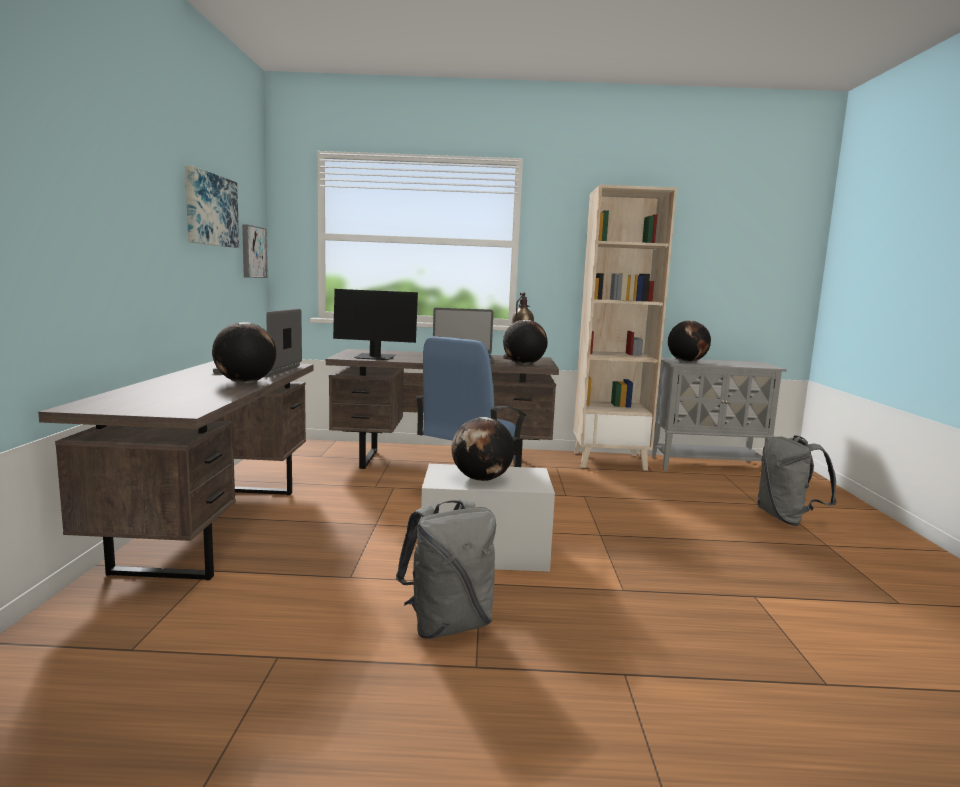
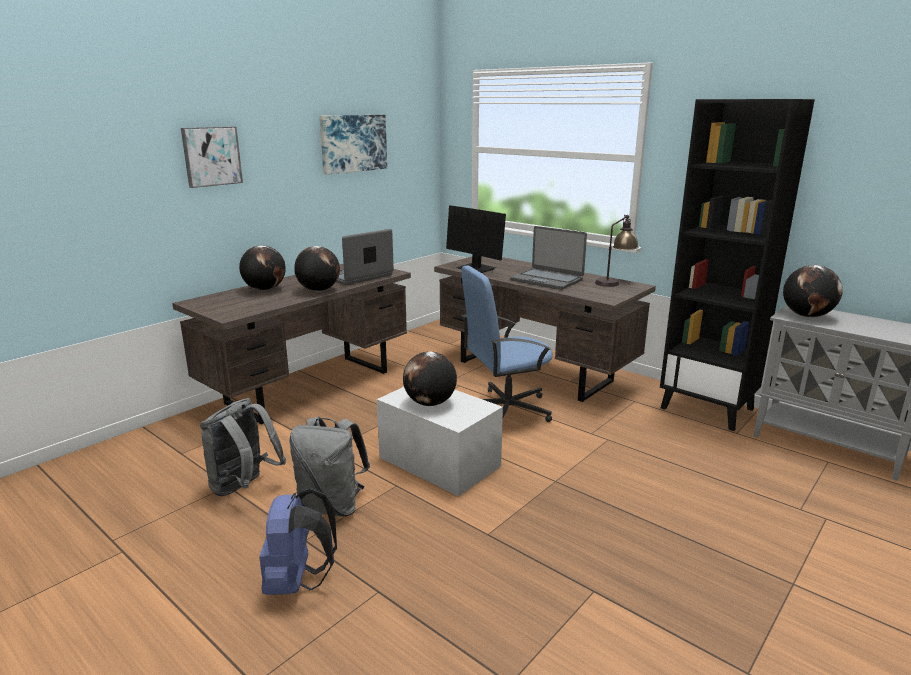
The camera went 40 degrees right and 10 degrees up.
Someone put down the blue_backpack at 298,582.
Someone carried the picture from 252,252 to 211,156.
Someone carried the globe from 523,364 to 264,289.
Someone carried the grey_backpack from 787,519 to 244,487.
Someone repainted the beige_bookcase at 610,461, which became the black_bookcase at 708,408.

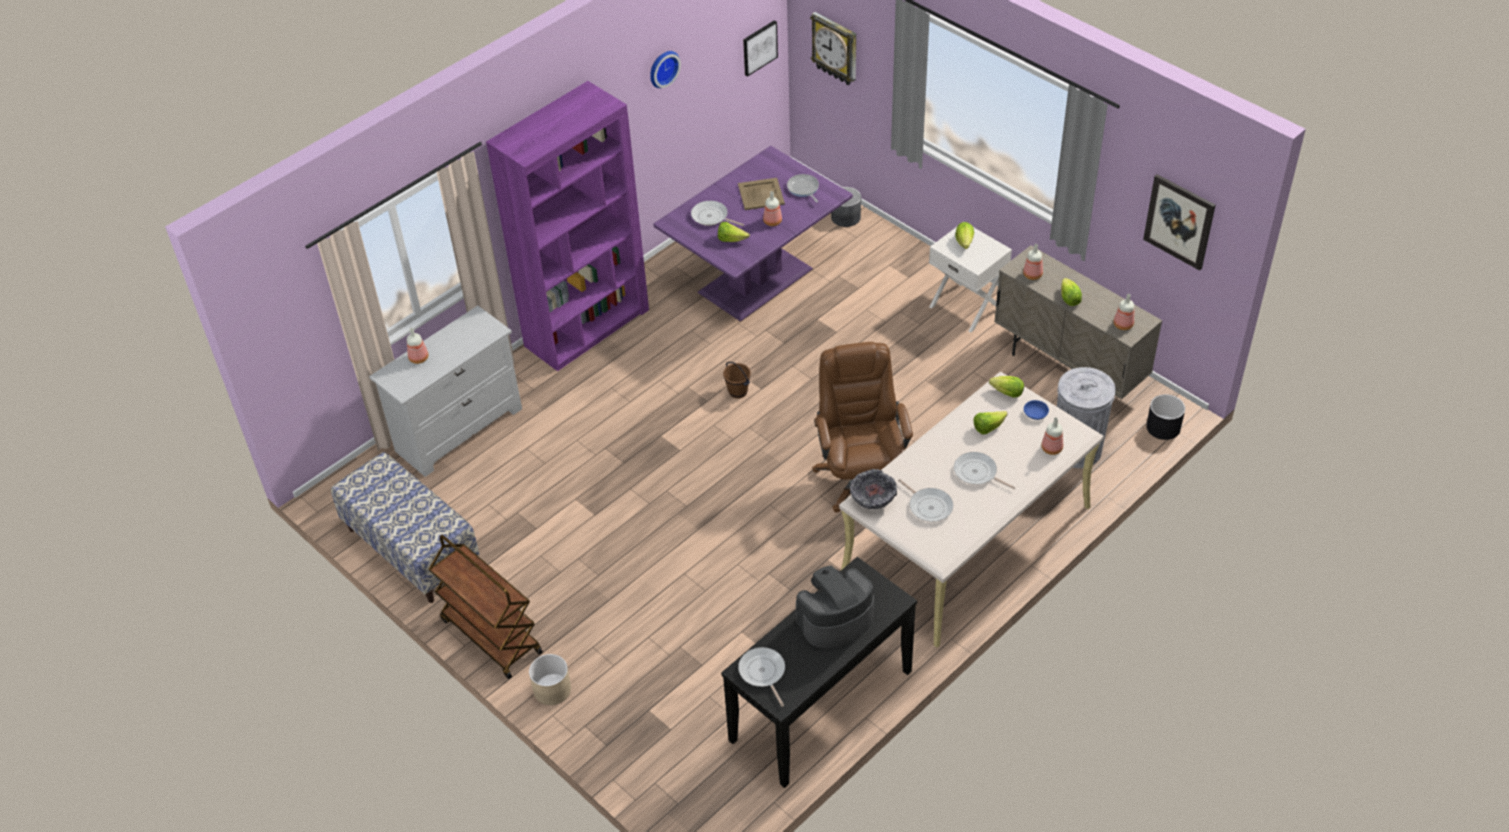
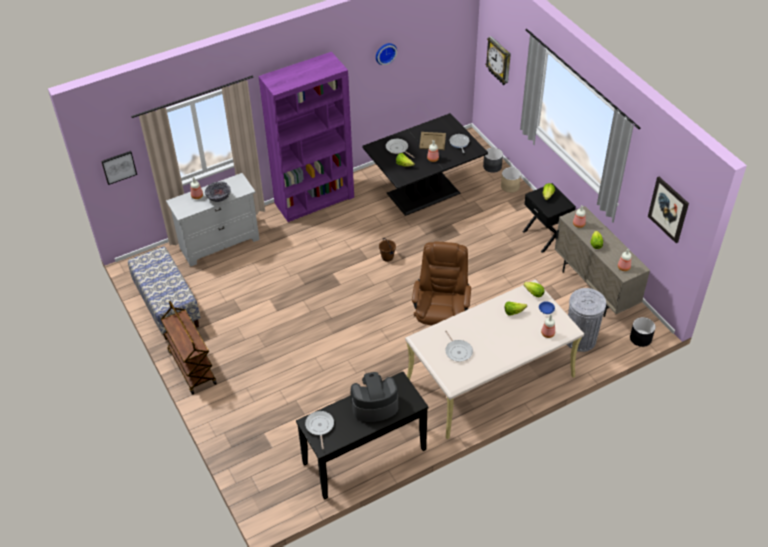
The camera went 15 degrees right and 0 degrees up.
Someone took away the frying_pan at 977,473.
Someone carried the beige_planter from 552,689 to 510,186.
Someone carried the picture from 759,47 to 119,167.
Someone carried the bowl from 872,500 to 218,198.
Someone repainted the purple_dining_table at 756,281, which became the black_dining_table at 424,194.
Someone repainted the white_nightstand at 966,306, which became the black_nightstand at 545,236.

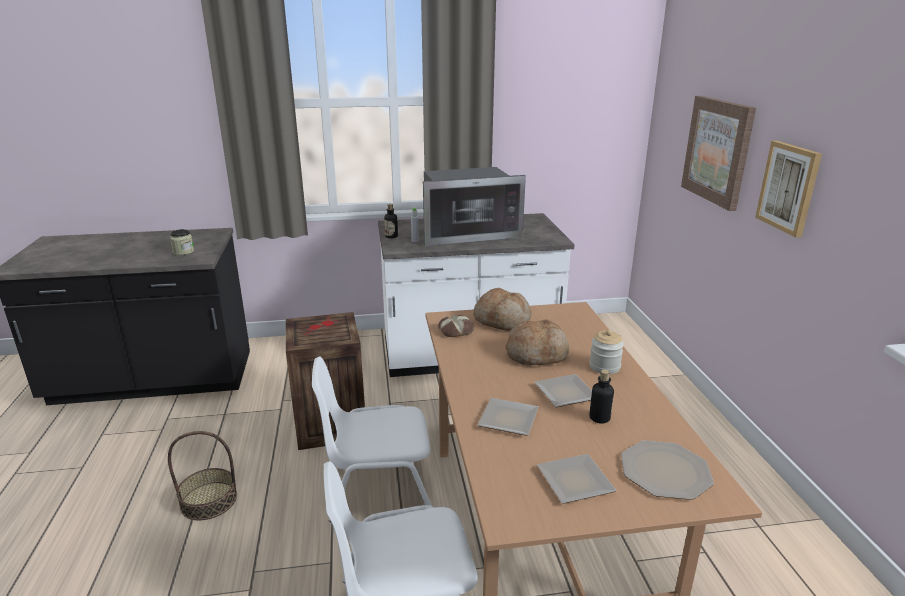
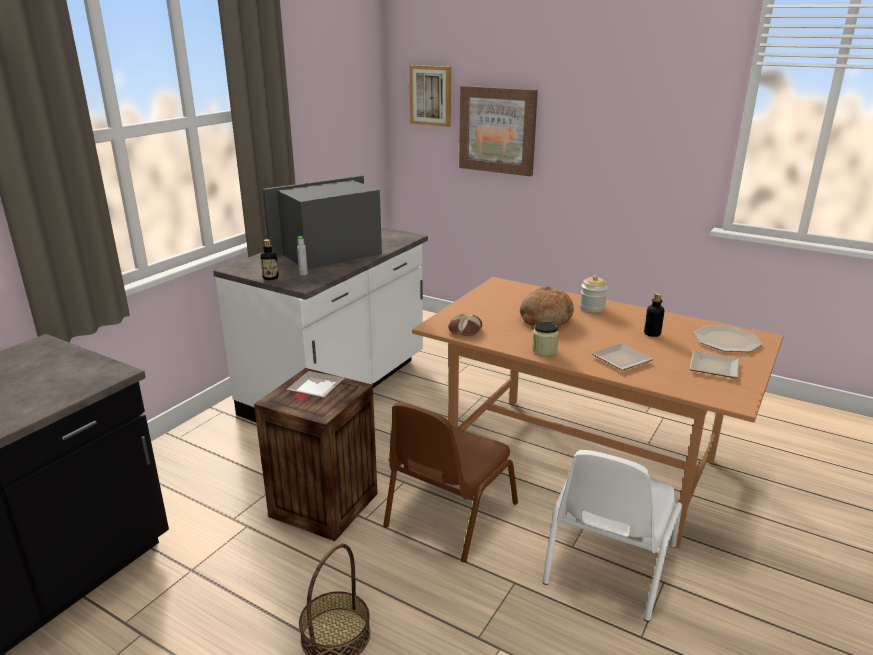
The camera went 50 degrees left and 0 degrees up.
Someone took away the bread at 502,320.
Someone carried the jar from 183,252 to 544,350.
Someone carried the plate from 568,394 to 318,386.
Someone carried the picture from 789,187 to 431,95.
Someone repainted the white_chair at 378,485, which became the brown_chair at 448,515.
Someone rotated the microwave at 467,233 by 150 degrees counterclockwise.

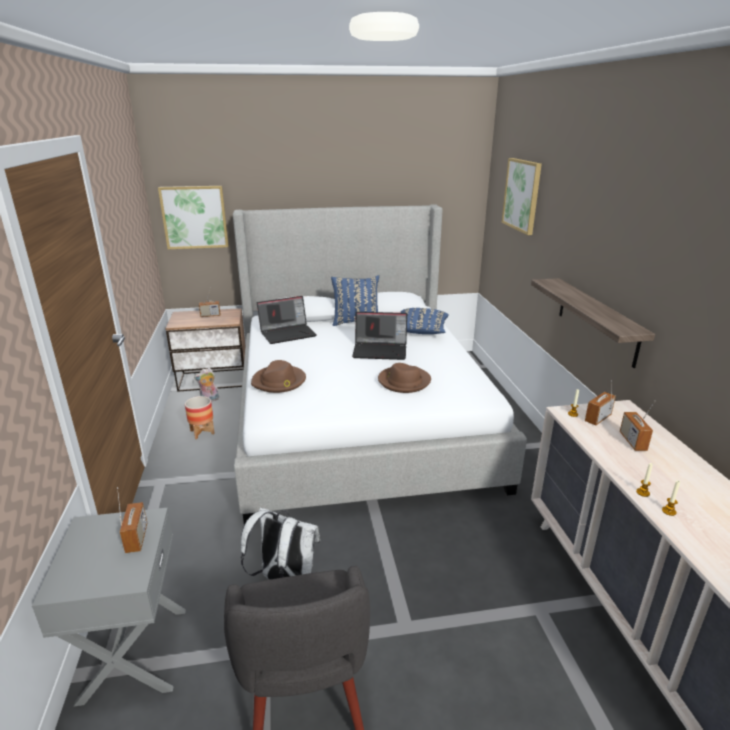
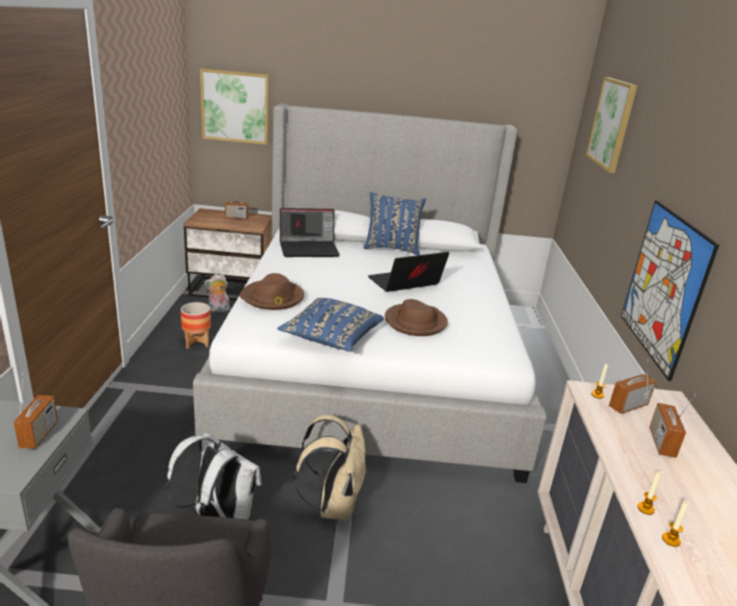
The camera went 10 degrees right and 0 degrees up.
Someone put down the beige_backpack at 333,504.
Someone carried the blue_pillow from 421,331 to 331,338.
Someone swapped the shelf at 597,320 for the picture at 664,286.
Someone rotated the laptop at 380,350 by 135 degrees clockwise.

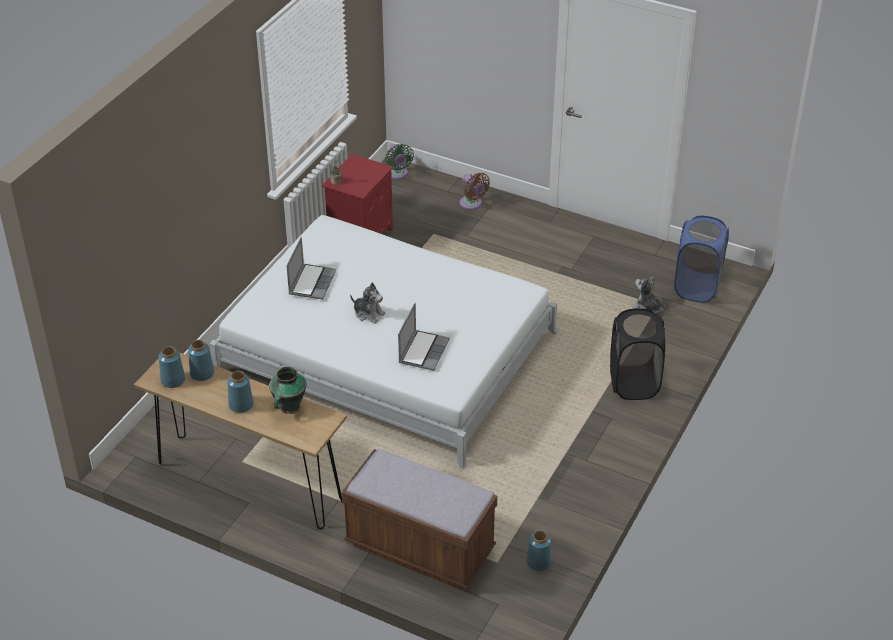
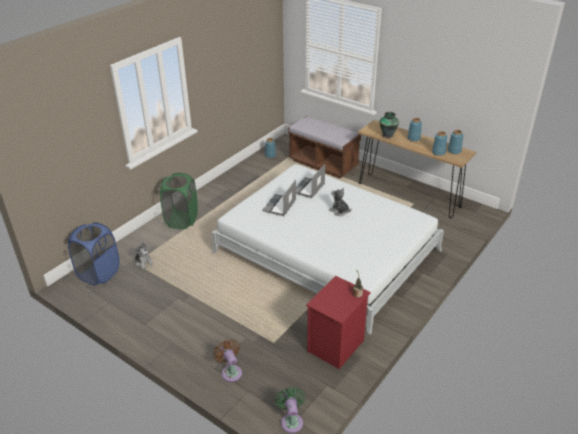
The camera went 170 degrees left and 5 degrees down.
Someone carried the laptop from 311,282 to 280,206.
Someone repainted the black_laundry_basket at 634,383, which became the green_laundry_basket at 182,220.

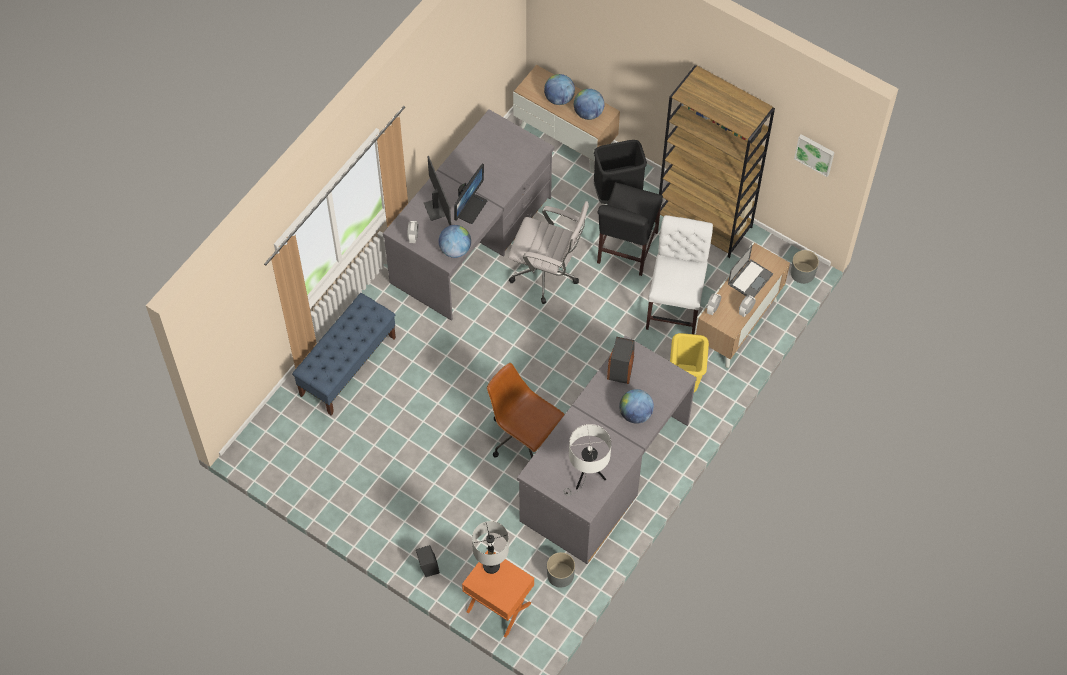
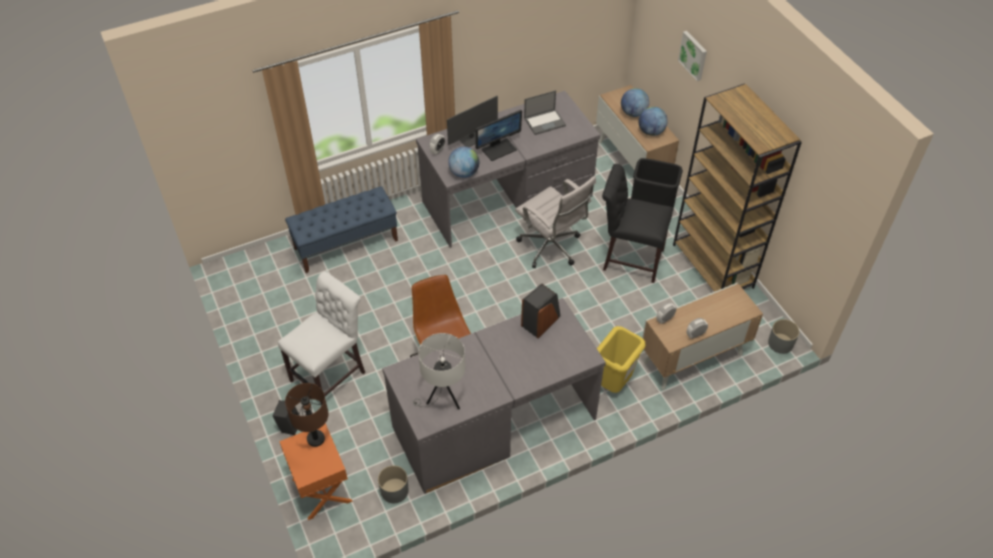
The camera went 30 degrees right and 10 degrees down.
Someone took away the globe at 635,414.
Someone carried the white_chair from 675,306 to 331,374.
Someone carried the laptop from 750,278 to 545,121.
Someone carried the picture from 815,154 to 693,55.
Someone repainted the grey_table_lamp at 491,566, which became the brown_table_lamp at 315,439.
Someone rotated the monitor at 436,208 by 45 degrees clockwise.
Someone rotated the black_chair at 625,250 by 60 degrees clockwise.

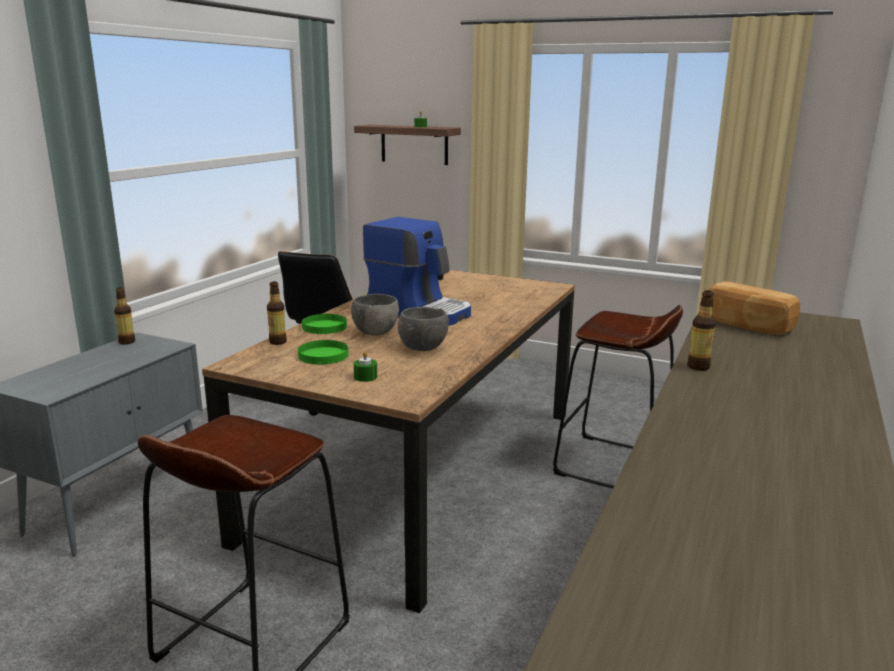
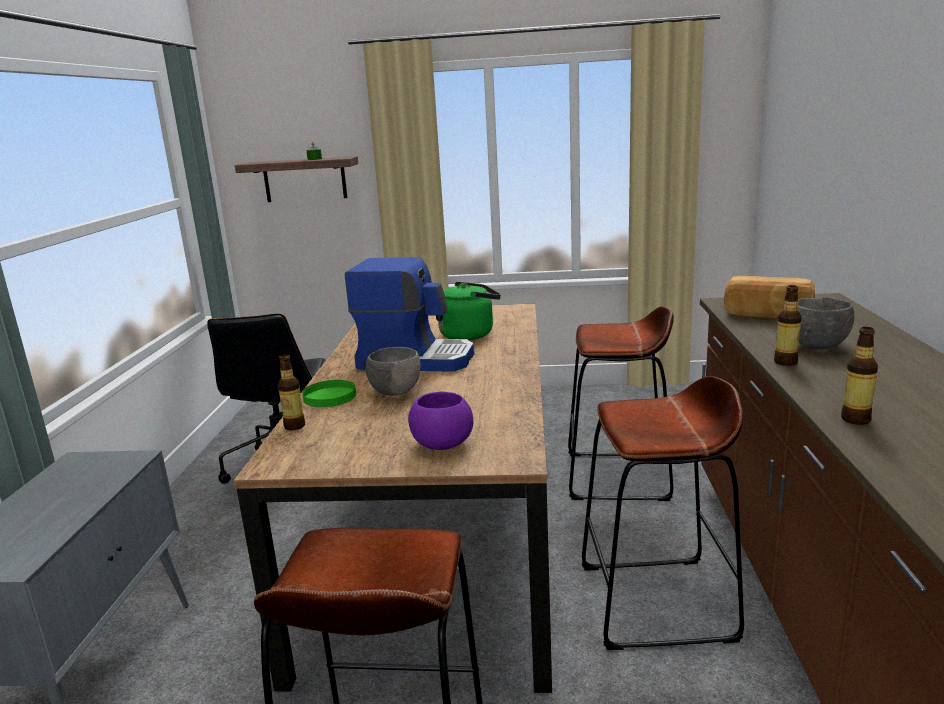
The camera went 20 degrees left and 0 degrees up.
Someone took away the green_plate at 324,355.
Someone put down the green_kettle at 470,334.
Someone put down the brown_stool at 656,602.
Someone carried the bottle from 127,342 to 855,419.
Someone carried the grey_bowl from 422,348 to 816,346.
Someone swapped the green_candle at 365,377 for the purple_bowl at 441,445.

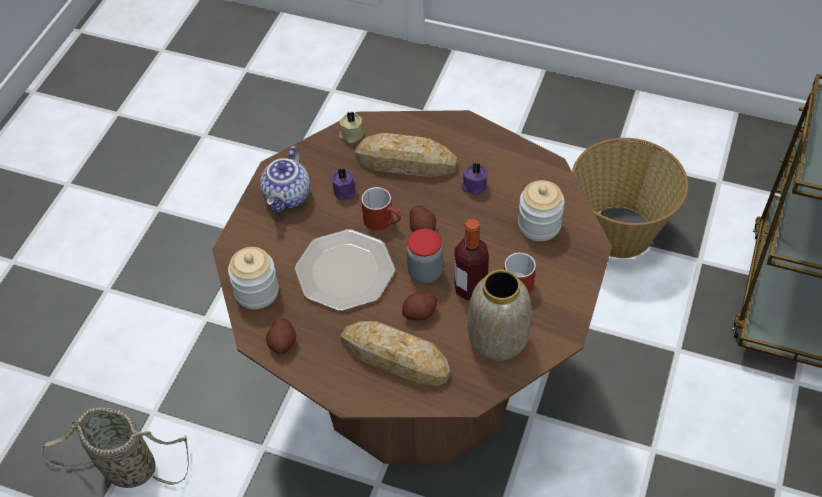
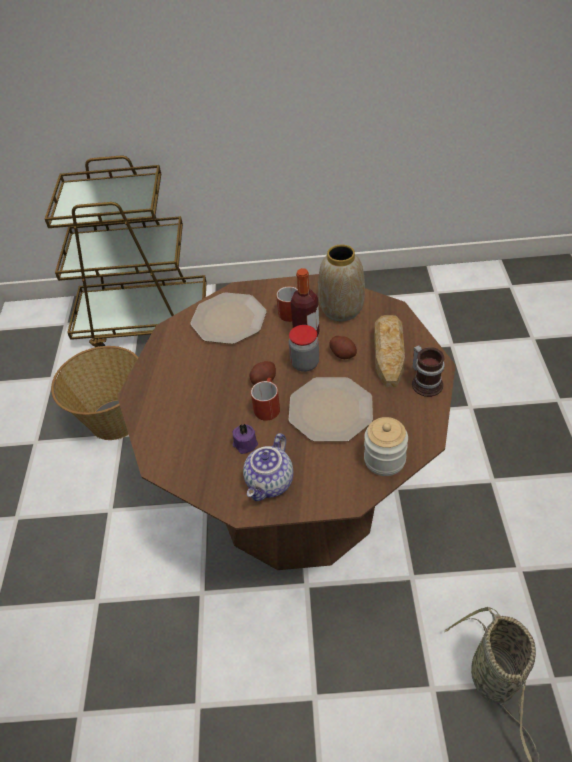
The camera went 110 degrees left and 5 degrees down.
Someone took away the potato at 282,343.
Someone took away the beige_candle at 351,134.
Someone took away the bread at 405,162.
Someone took away the purple_candle at 474,186.
Someone put down the mug at 426,382.
Someone swapped the jar at 539,225 for the plate at 229,319.
Someone rotated the teapot at 288,197 by 120 degrees clockwise.

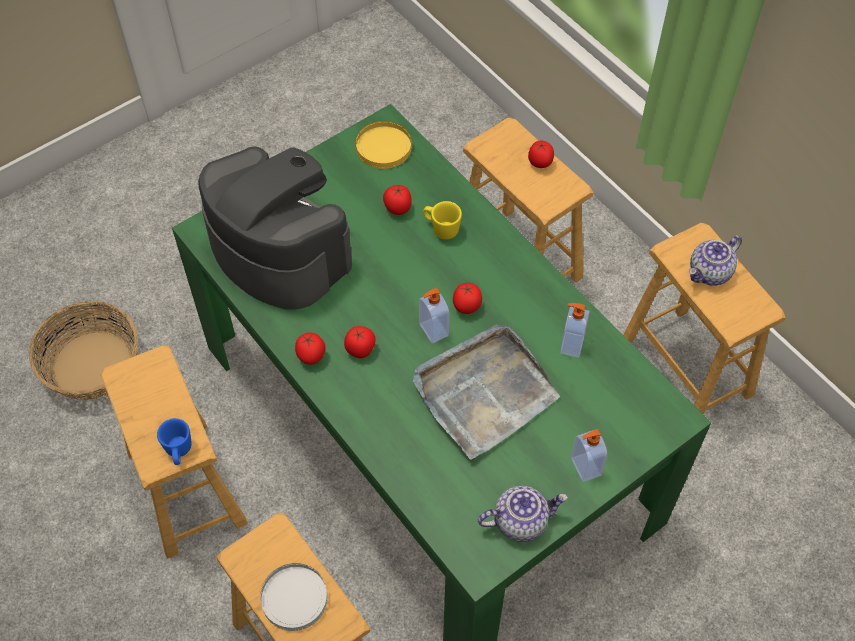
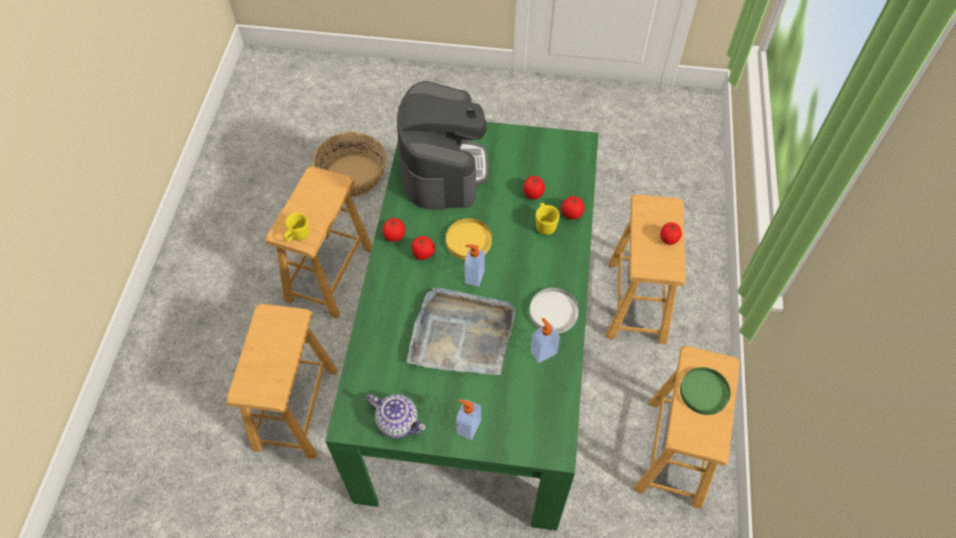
The camera went 45 degrees right and 0 degrees up.
Someone carried the white_plate from 295,598 to 554,312.
Someone carried the yellow_plate from 384,147 to 468,241.
Someone carried the tomato from 466,307 to 571,214.
Someone swapped the teapot at 710,273 for the green_plate at 704,392.
Someone repainted the blue_mug at 179,451, which became the yellow_mug at 297,236.

